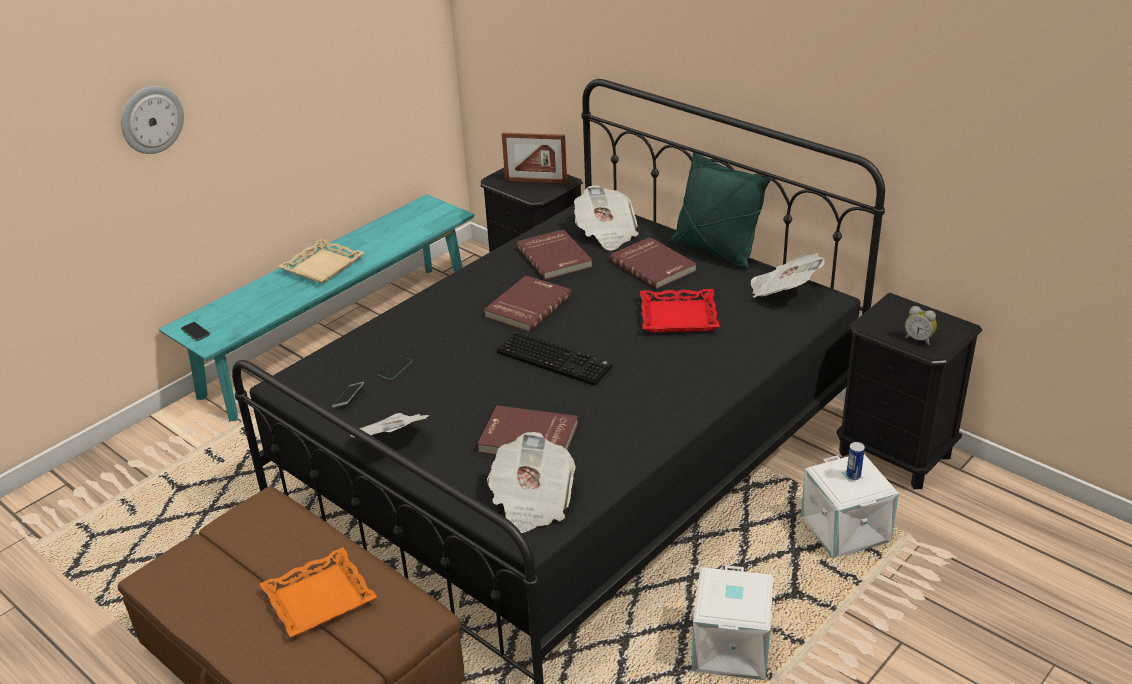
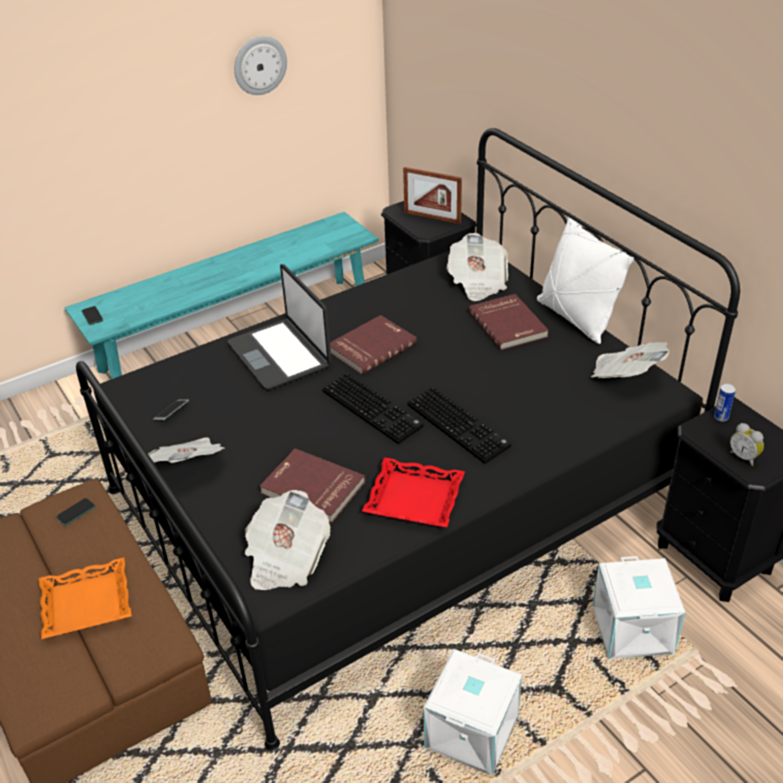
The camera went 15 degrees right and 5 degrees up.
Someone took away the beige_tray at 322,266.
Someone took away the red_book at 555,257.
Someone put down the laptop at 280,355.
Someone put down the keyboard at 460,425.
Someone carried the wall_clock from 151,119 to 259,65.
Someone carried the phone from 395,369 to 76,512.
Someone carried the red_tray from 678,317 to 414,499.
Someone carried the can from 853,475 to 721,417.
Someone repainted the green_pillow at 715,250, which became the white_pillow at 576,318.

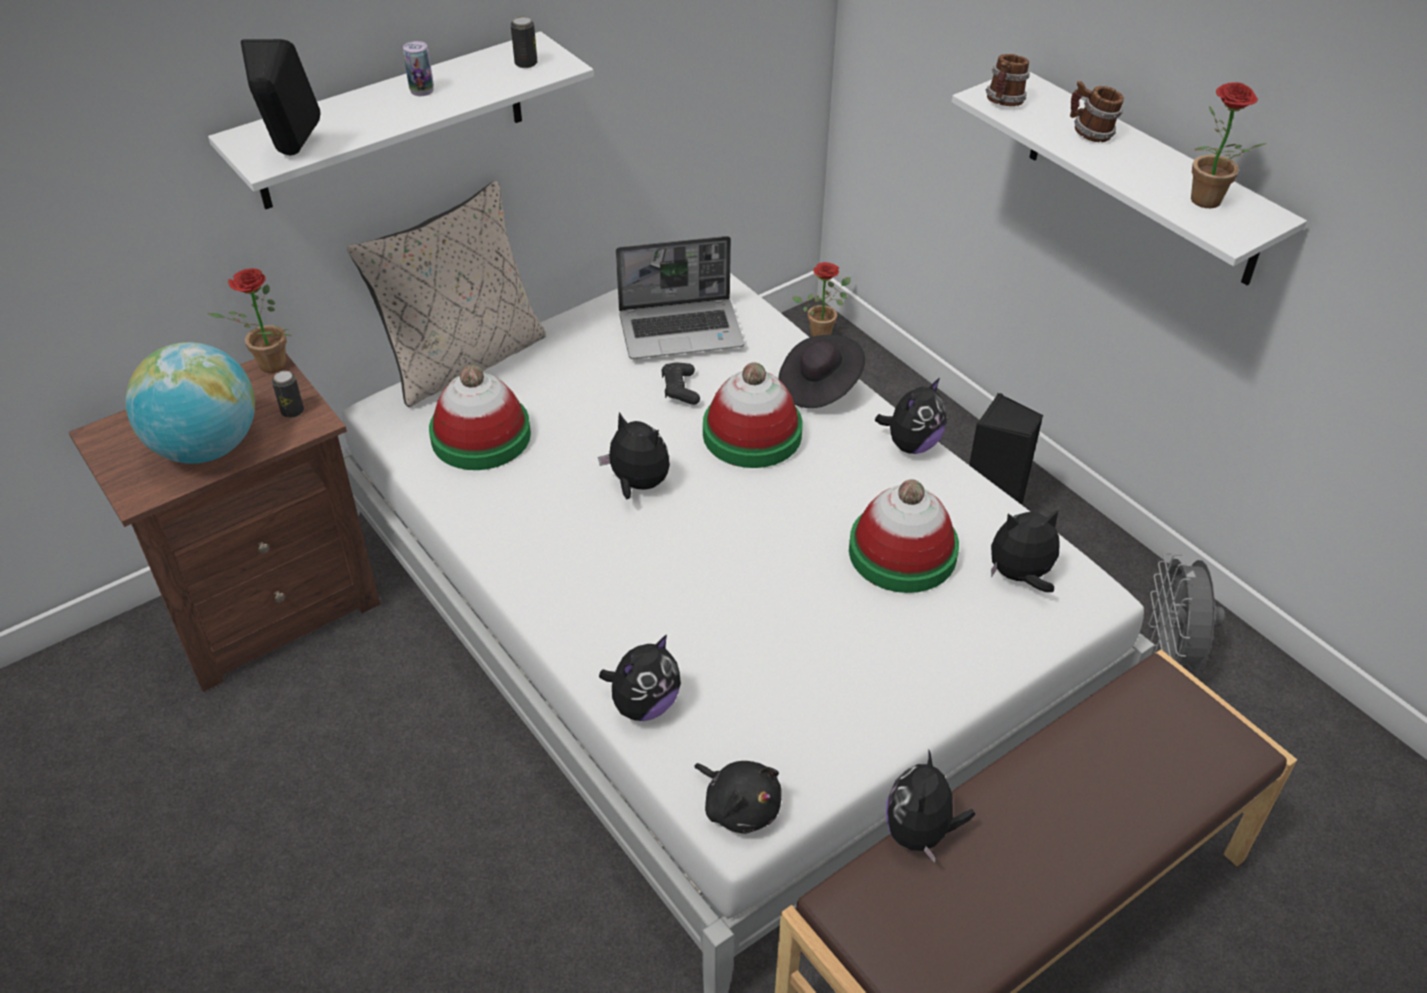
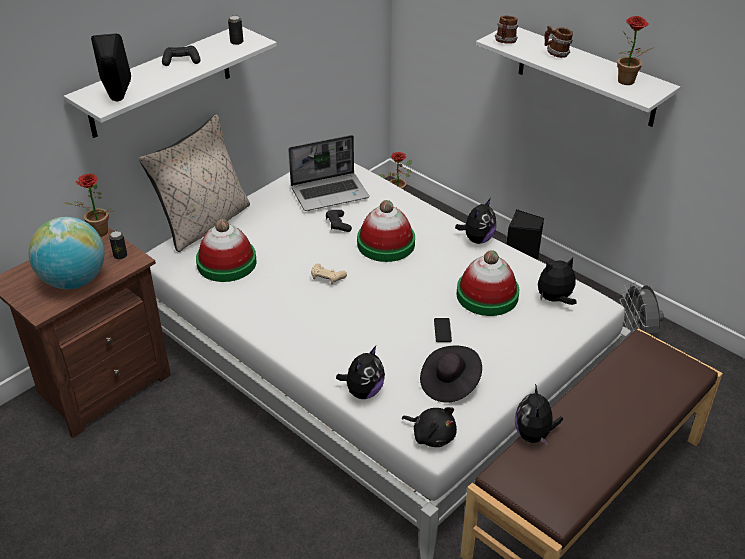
The camera went 10 degrees left and 5 degrees down.
Someone put down the phone at 442,330.
Someone carried the black_hat from 819,387 to 449,384.
Someone swapped the can at 422,90 for the black_game_controller at 181,61.
Someone swapped the plush_toy at 637,484 for the beige_game_controller at 327,278.

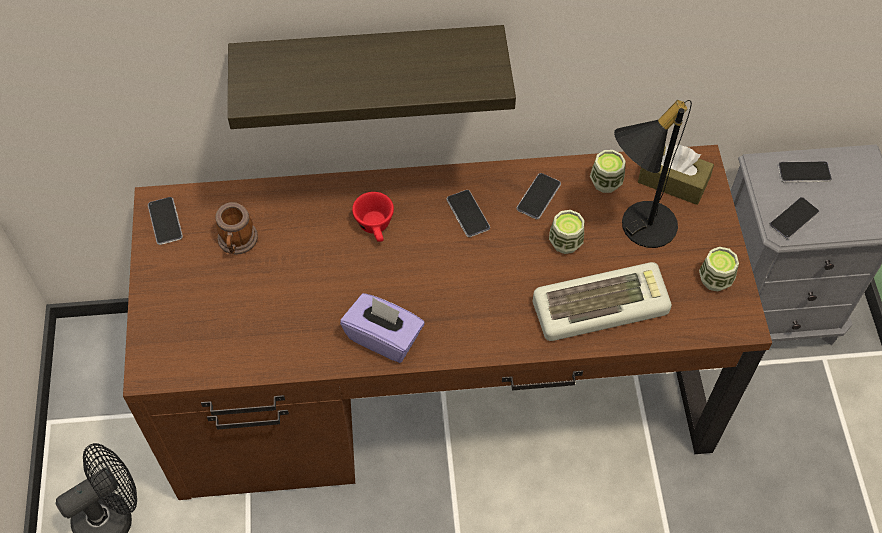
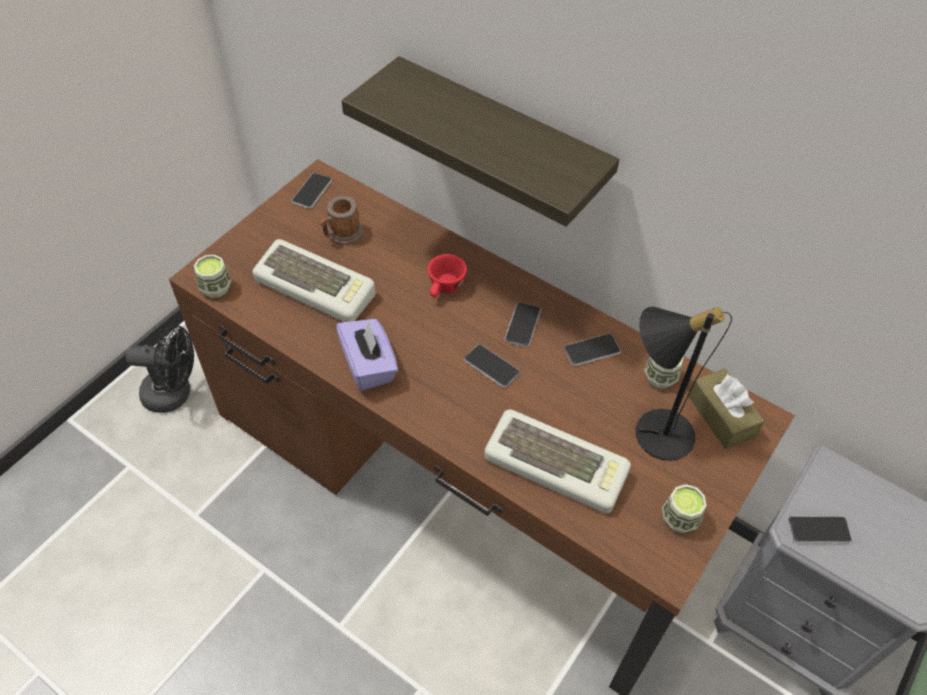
The camera went 40 degrees right and 5 degrees down.
Someone put down the keyboard at 317,286.
Someone carried the cup from 565,242 to 216,288.
Someone carried the phone from 804,173 to 491,366.

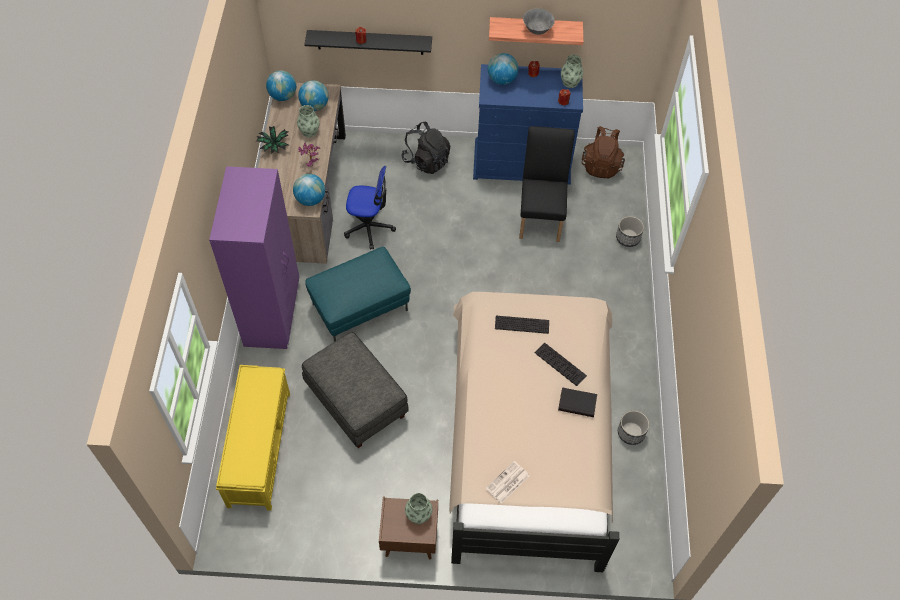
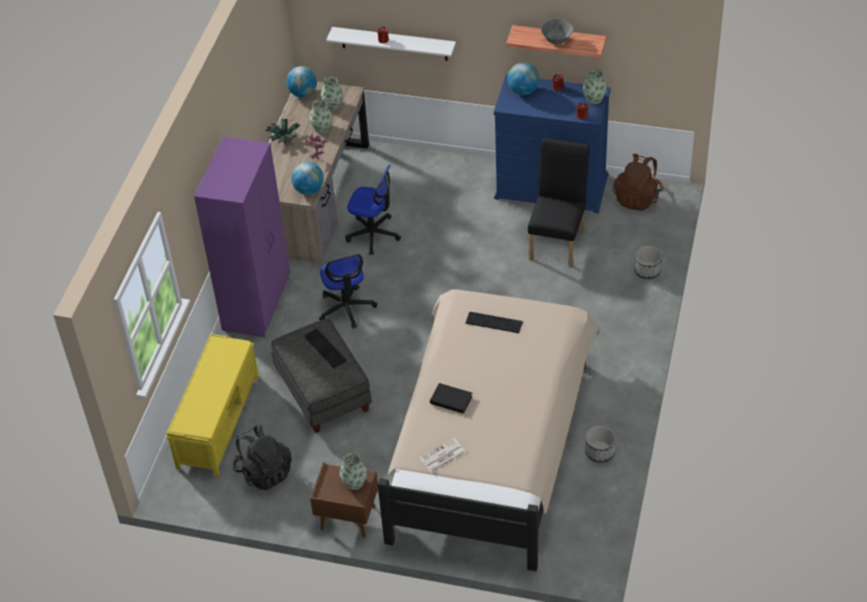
The camera went 15 degrees right and 10 degrees down.
Someone carried the black_backpack from 426,161 to 264,472.
Someone carried the keyboard from 560,364 to 325,348.
Someone carried the black_book from 577,402 to 452,399.
Someone swapped the globe at 314,106 for the vase at 333,105.
Someone swapped the turquoise_ottoman at 360,308 for the office_chair at 346,308.
Someone repainted the black_shelf at 370,42, which became the white_shelf at 394,43.

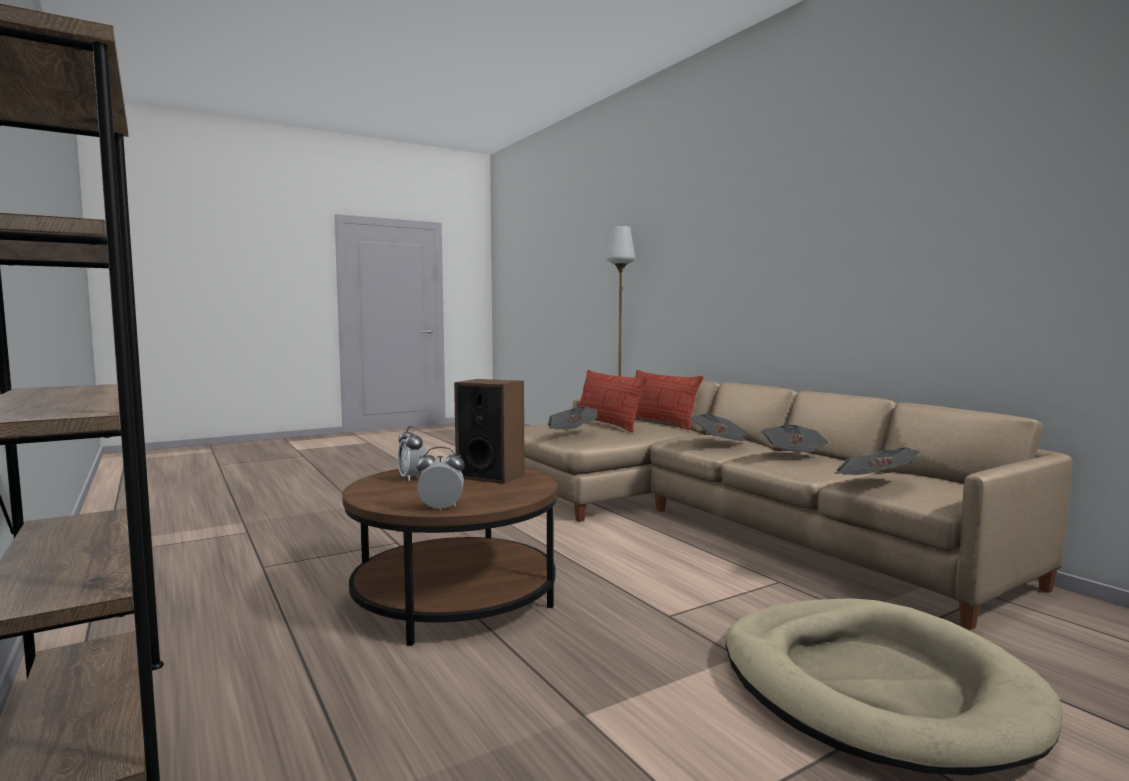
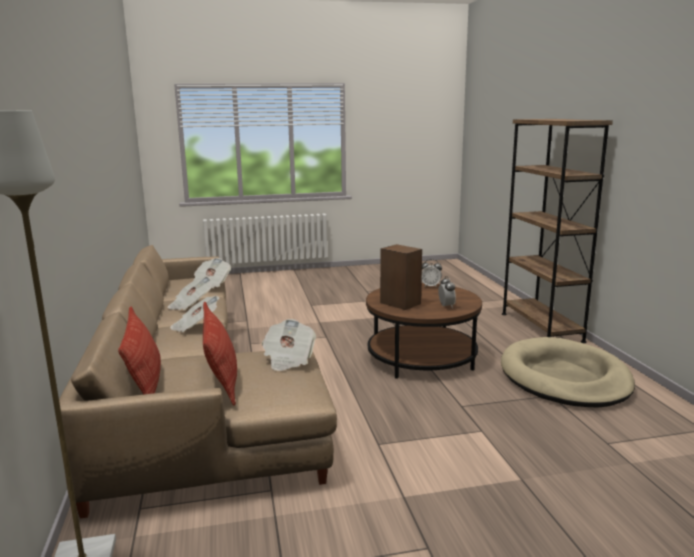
The camera went 160 degrees left and 10 degrees up.
Someone carried the beige_dog_bed from 873,688 to 564,378.

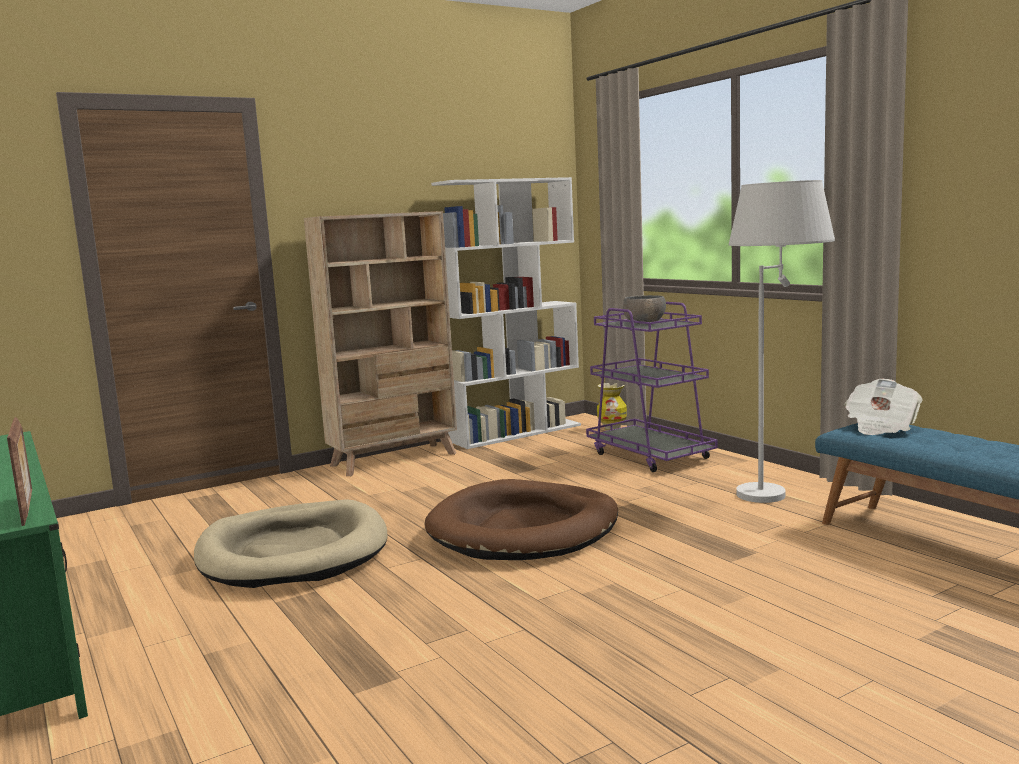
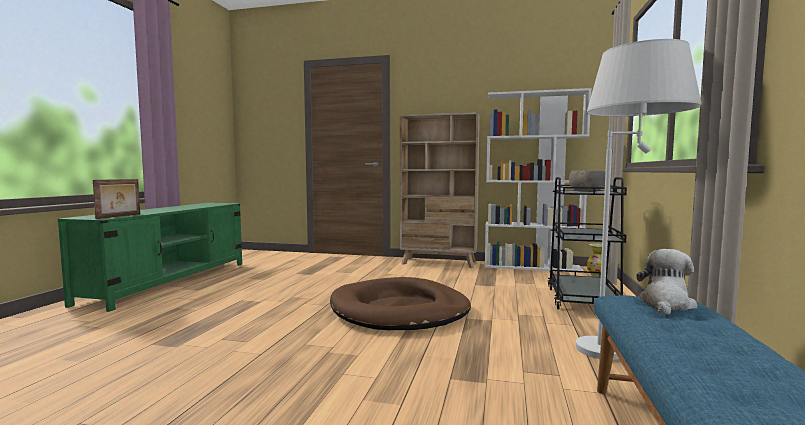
The camera went 45 degrees right and 5 degrees down.
Someone took away the beige_dog_bed at 293,552.
Someone swapped the newspaper at 880,427 for the plush_toy at 665,304.
Someone repainted the purple_cart at 650,455, which became the black_cart at 582,300.

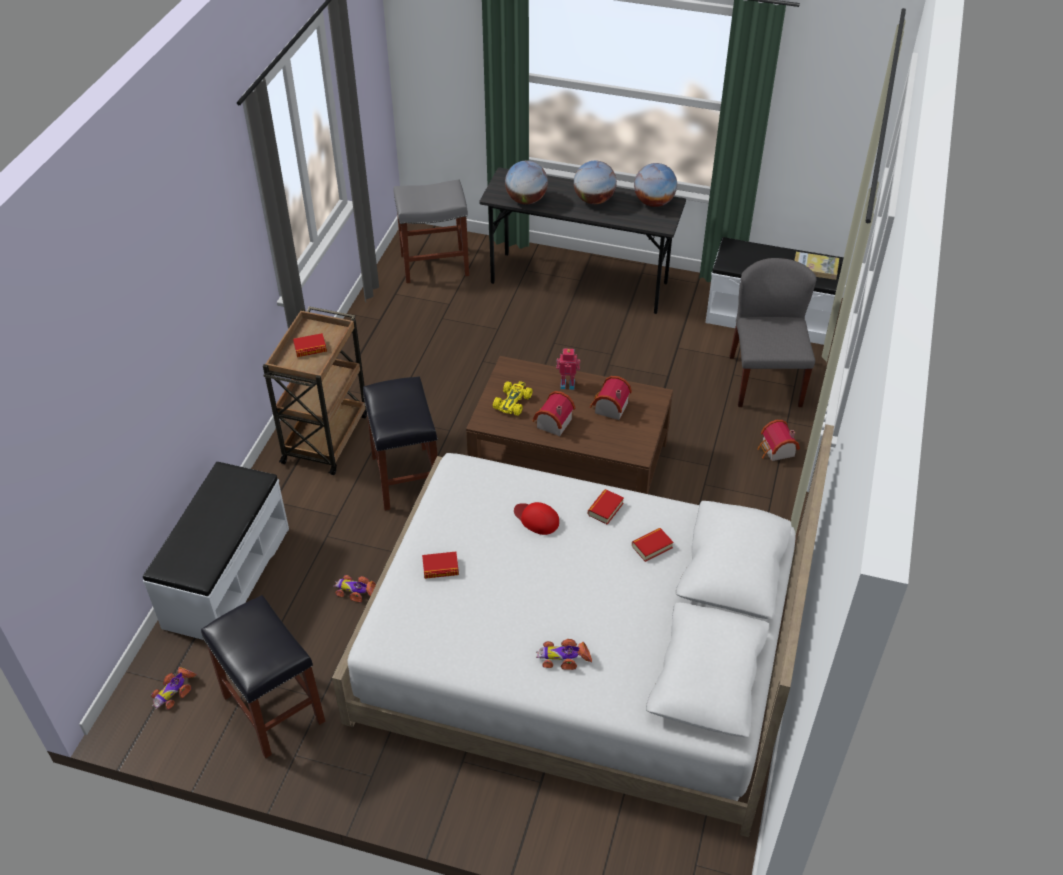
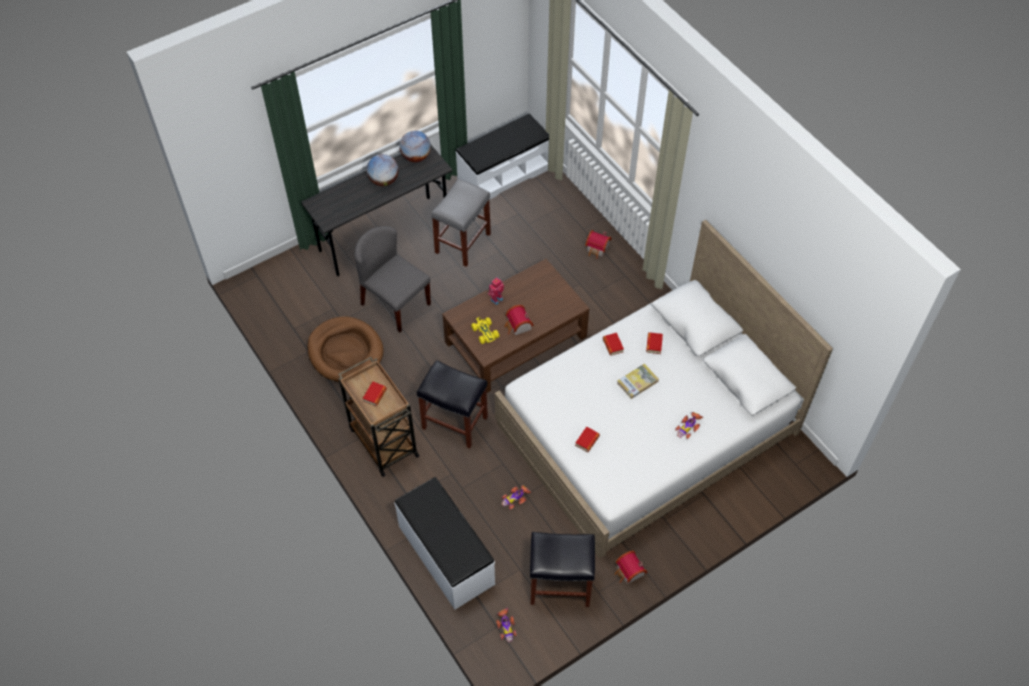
The camera went 50 degrees left and 10 degrees up.
Someone took away the globe at 526,200.
Someone took away the red_cap at 536,519.
Someone put down the brown_dog_bed at 345,352.
Someone carried the grey_stool from 435,264 to 463,242.
Someone carried the toy_house from 608,408 to 629,573.
Someone carried the grey_chair from 764,380 to 395,304.
Someone carried the book from 815,267 to 637,382.

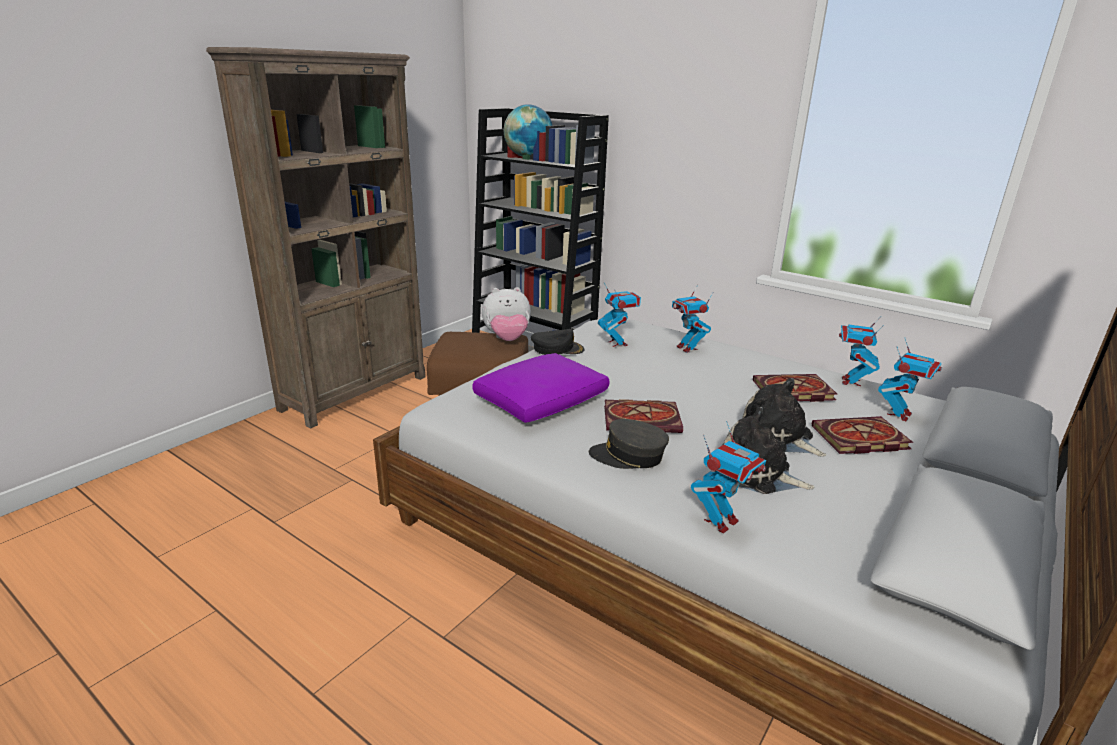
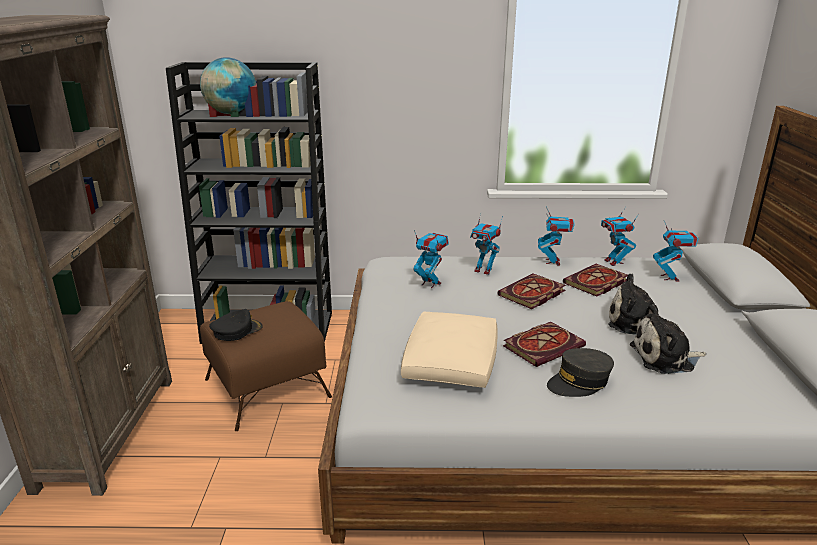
The camera went 35 degrees left and 0 degrees up.
Someone took away the plush_toy at 507,339.
Someone carried the black_cap from 557,348 to 236,330.
Someone carried the toy_robot from 721,521 to 553,261.
Someone carried the book from 858,439 to 532,294.
Someone repainted the purple_pillow at 540,402, which became the beige_pillow at 451,363.

